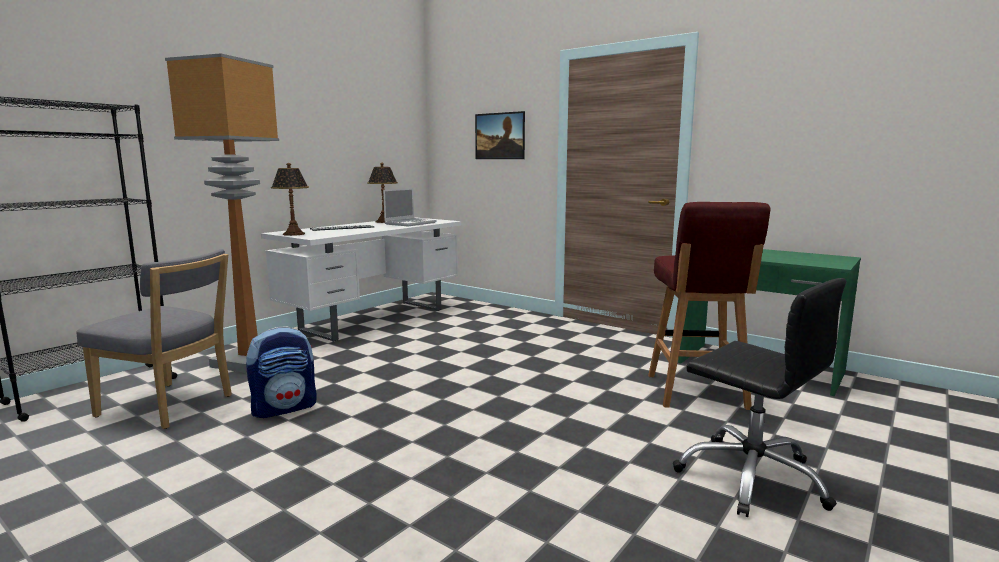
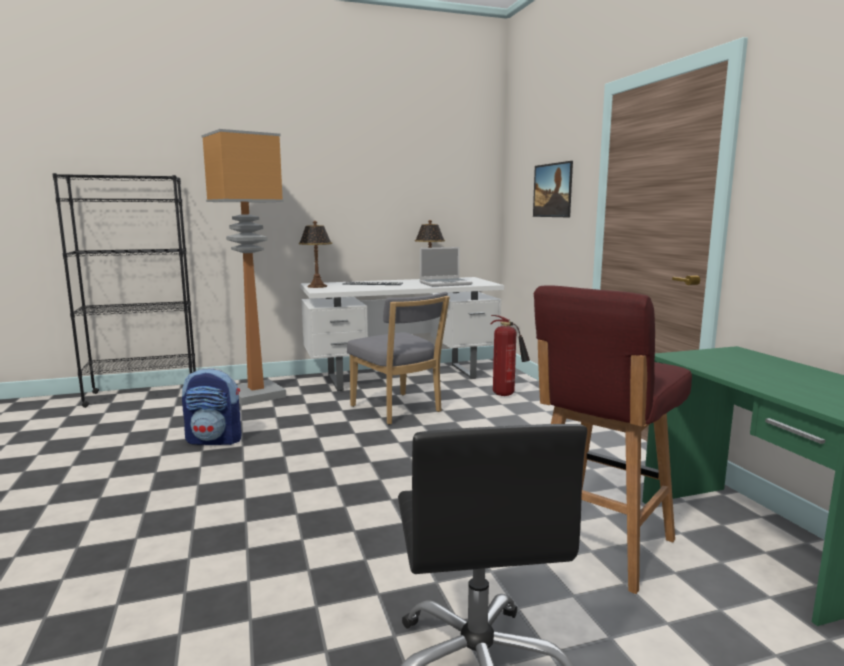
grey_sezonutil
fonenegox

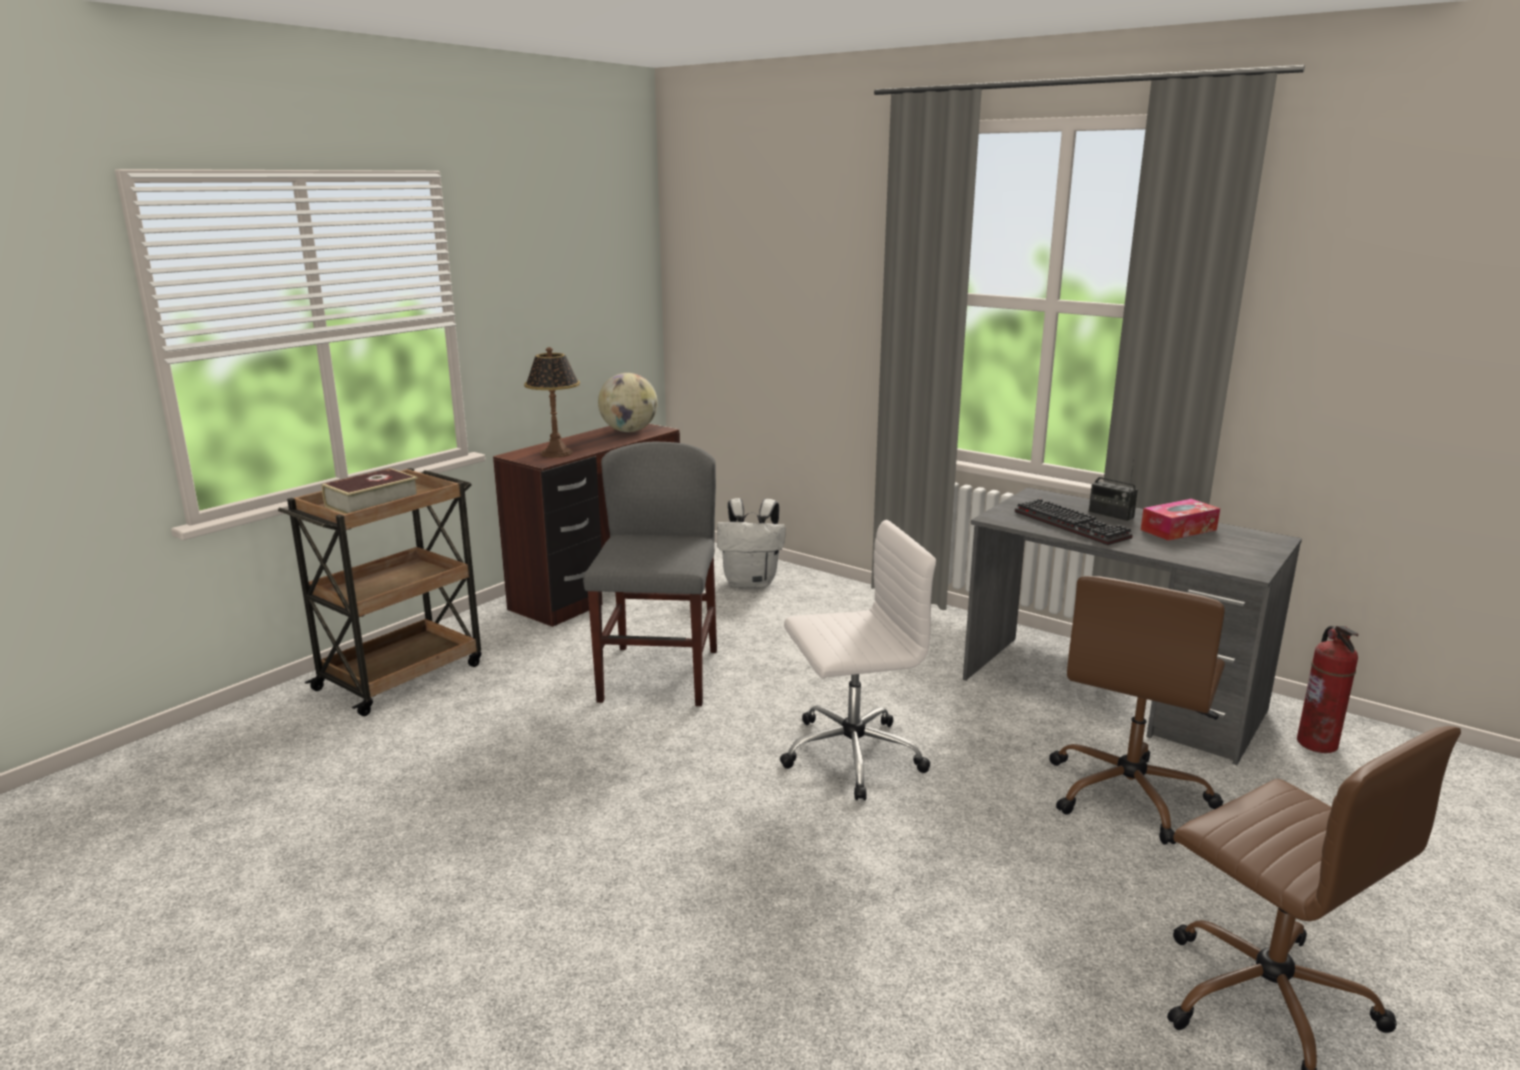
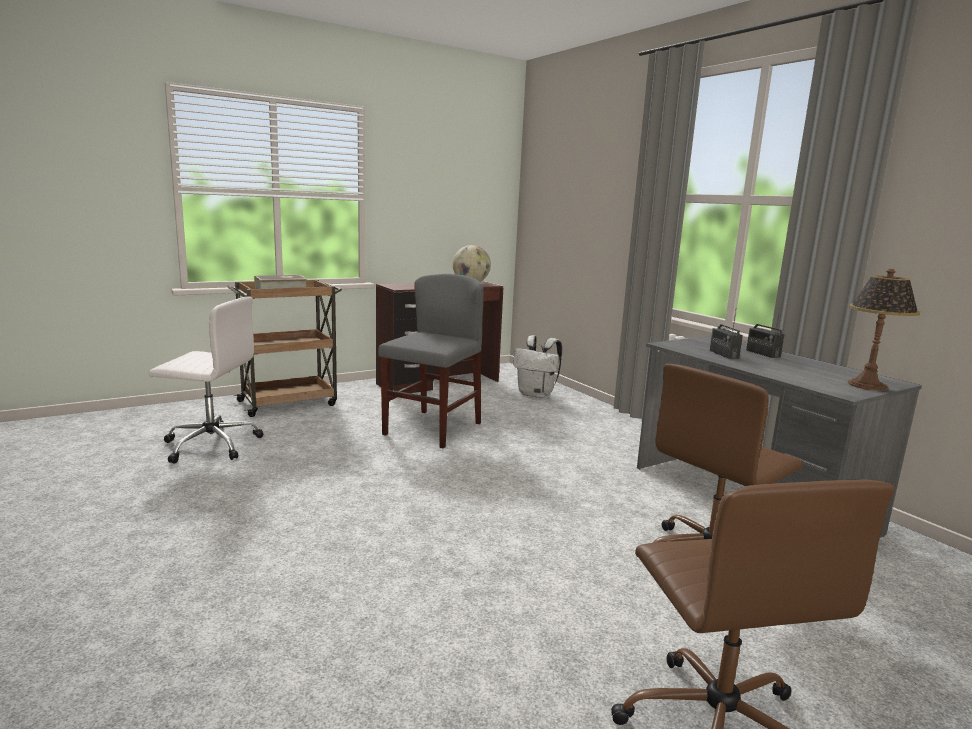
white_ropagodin
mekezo (1st from left)
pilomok
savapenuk
fonenegox

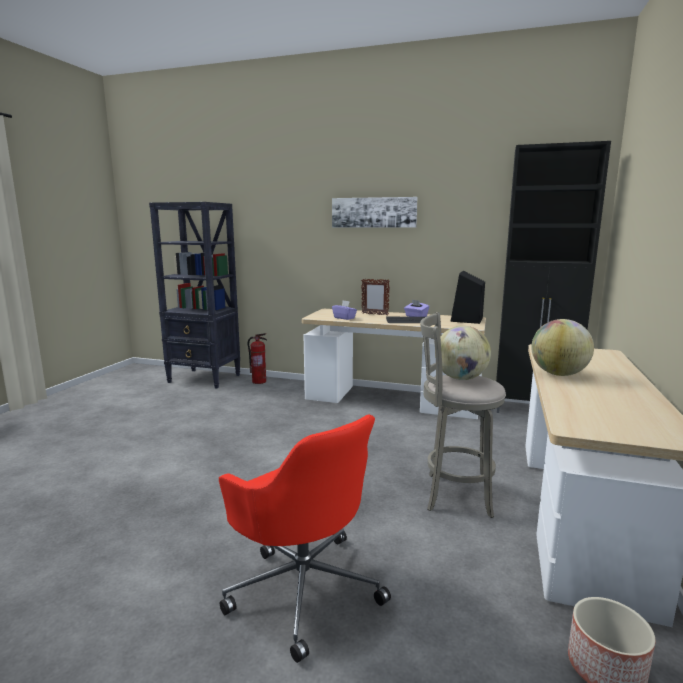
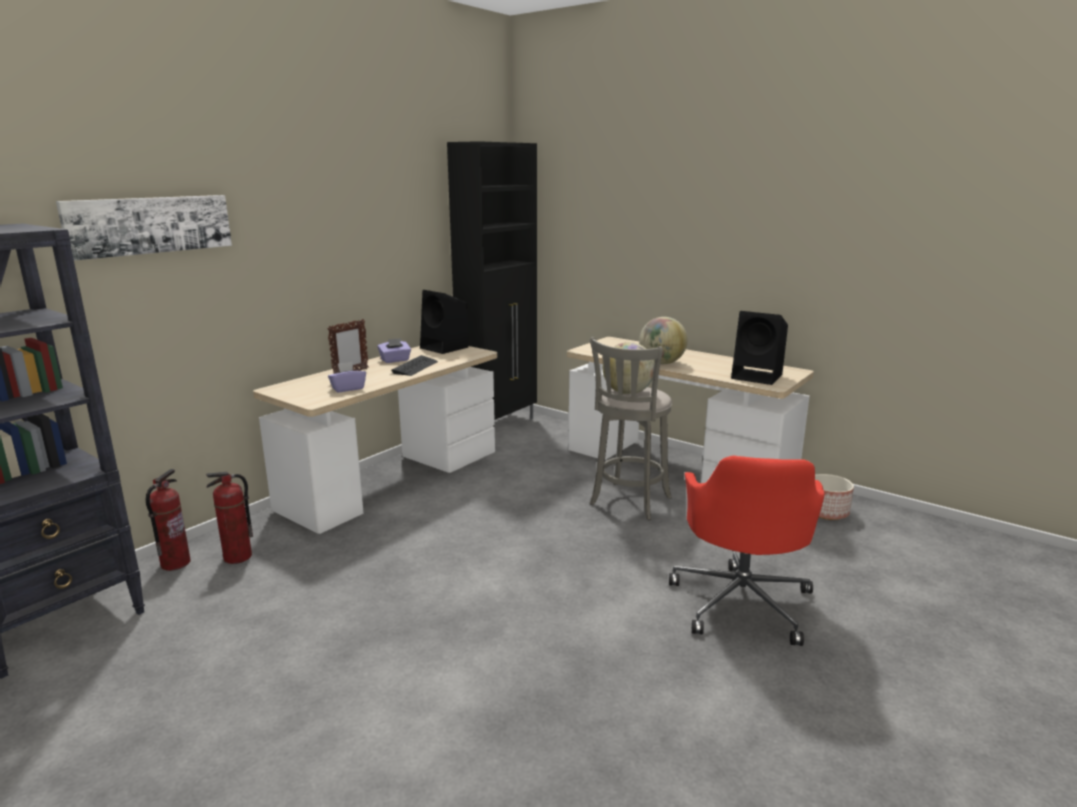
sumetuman
fonenegox (2nd from left)
red_ropagodin
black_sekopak (2nd from left)

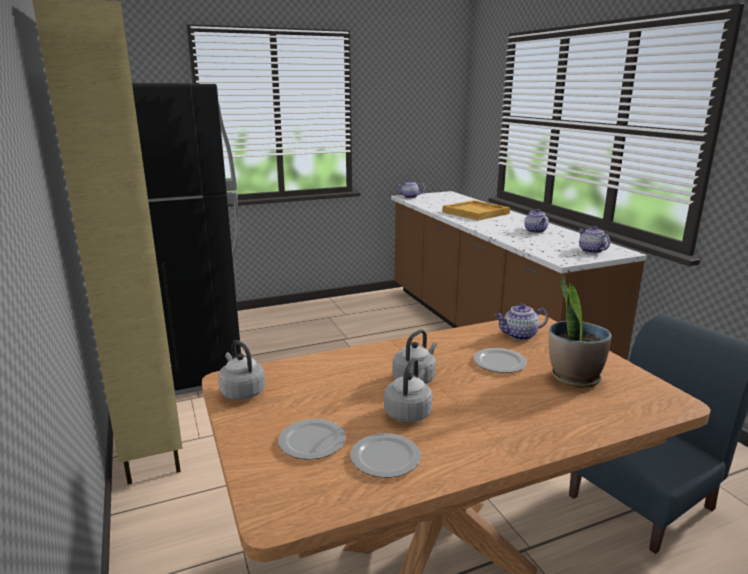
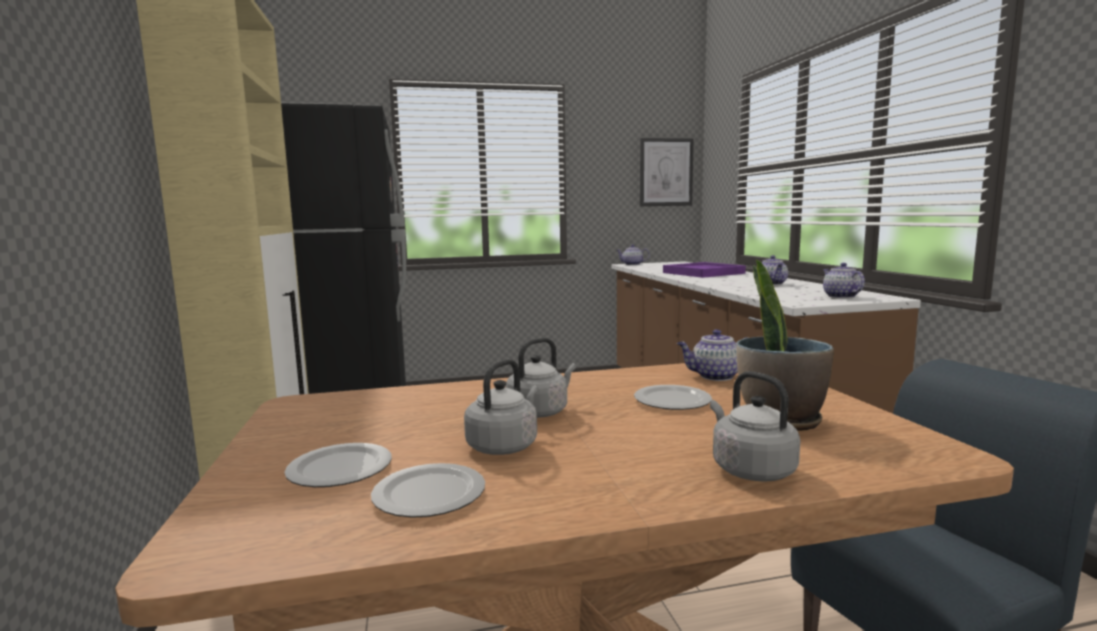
sumetuman
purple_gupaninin
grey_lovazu (3rd from left)

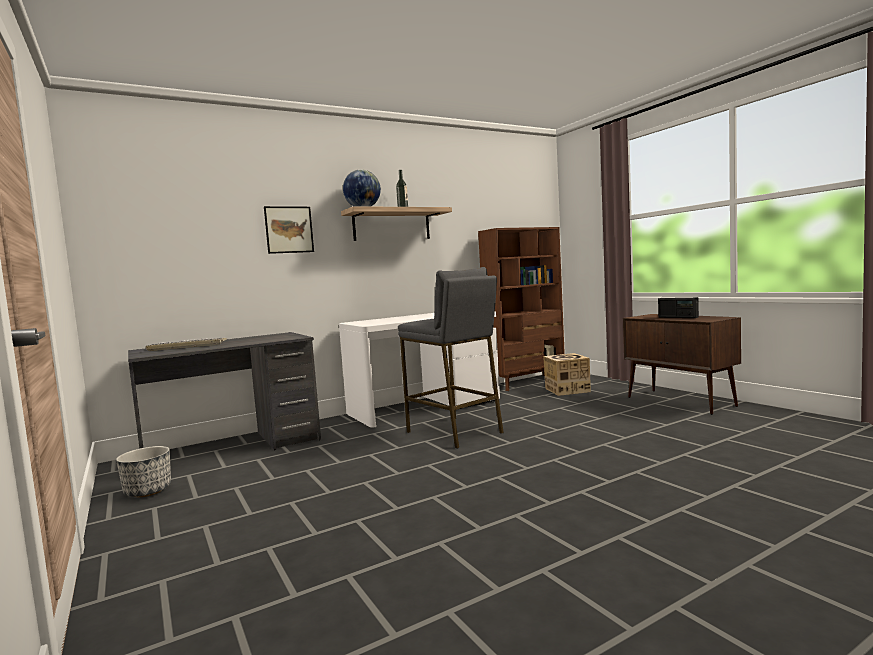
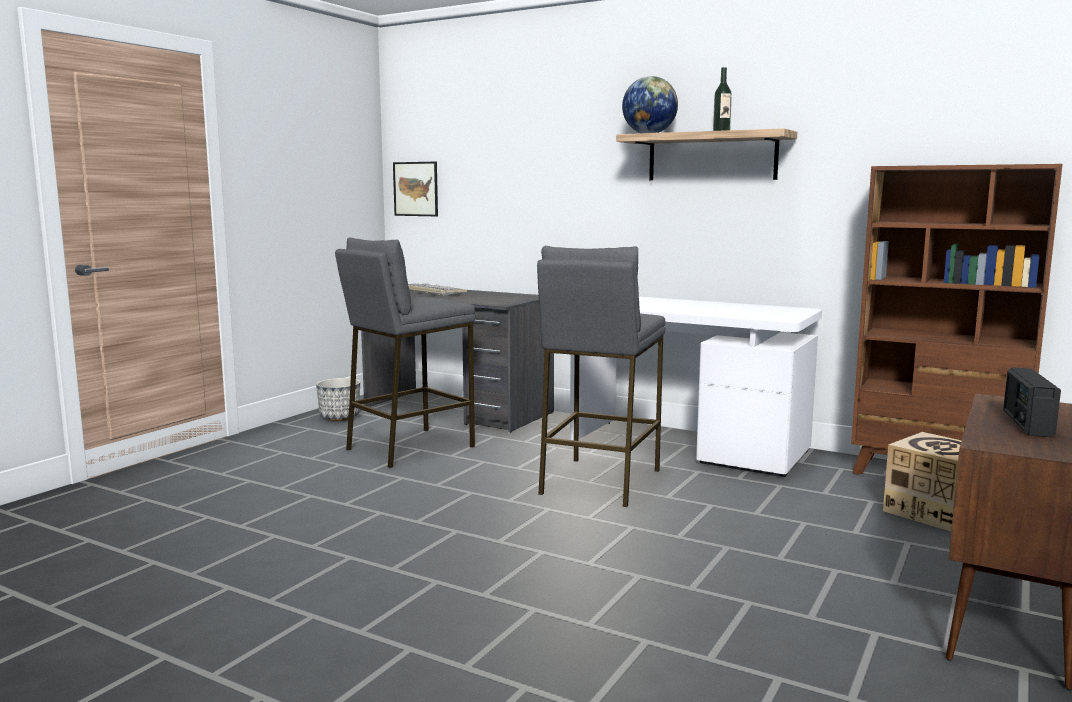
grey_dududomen (1st from left)
sumetuman

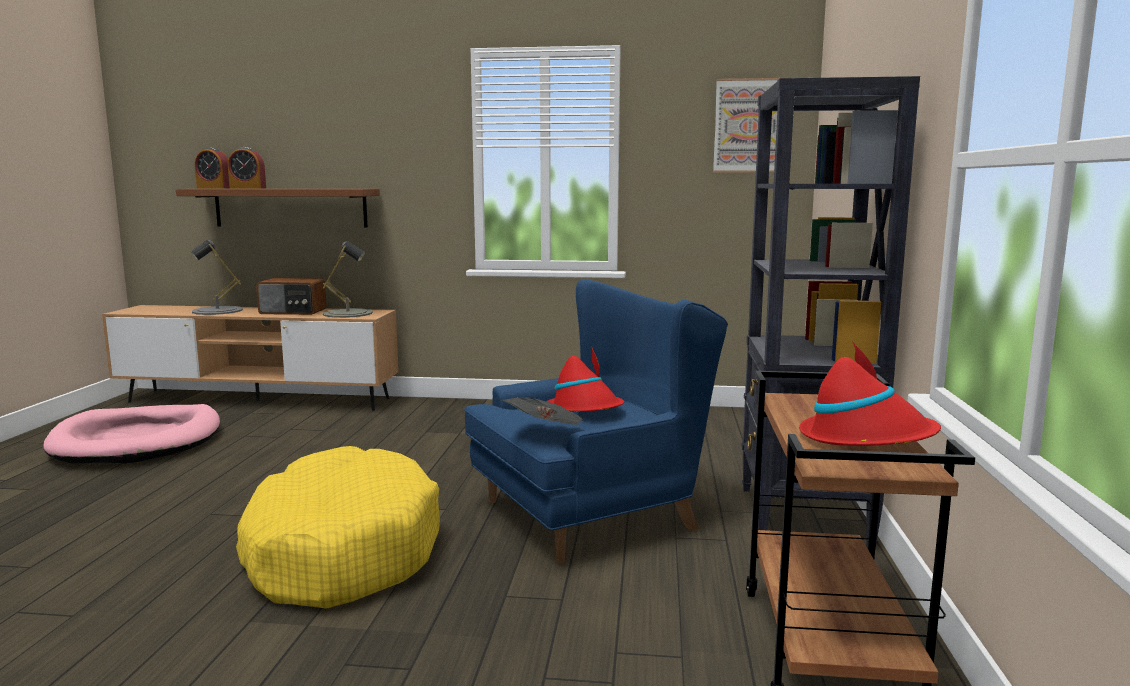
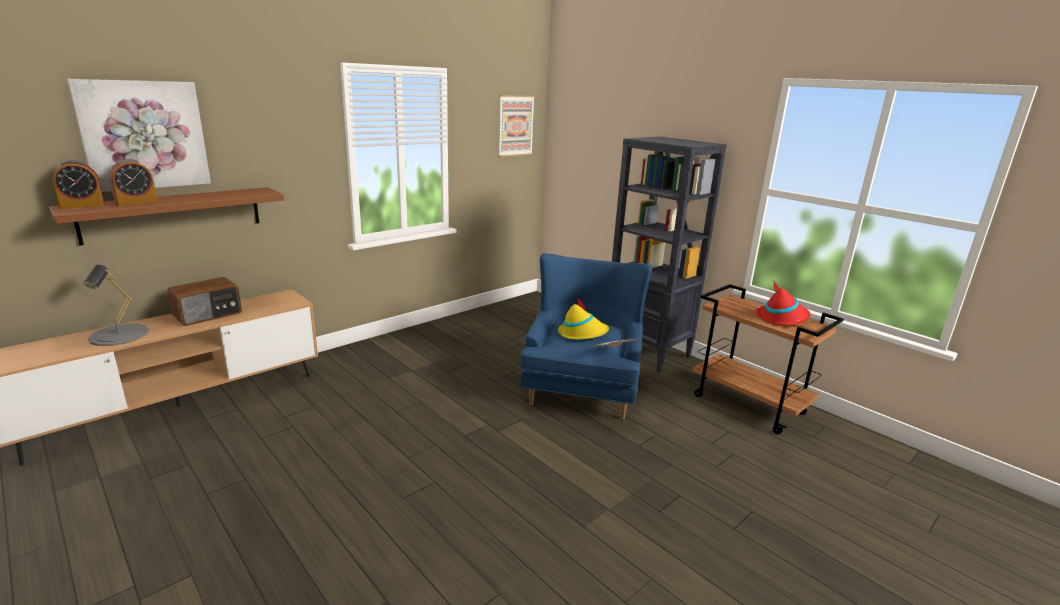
sumetuman (1st from left)
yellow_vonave
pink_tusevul
yellow_tusevul
grey_pilomok (2nd from left in the first image)

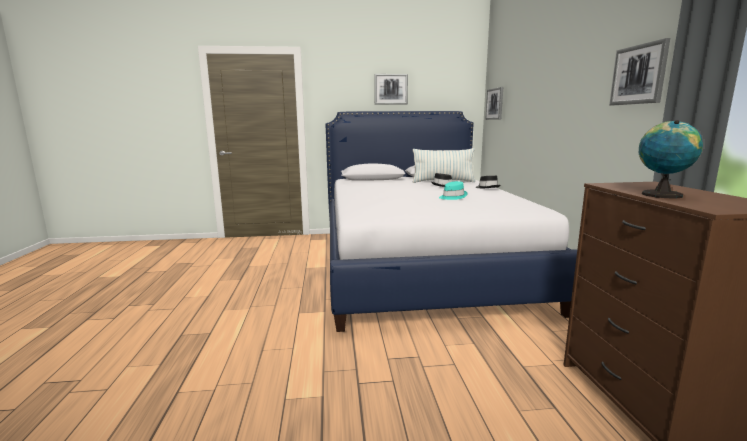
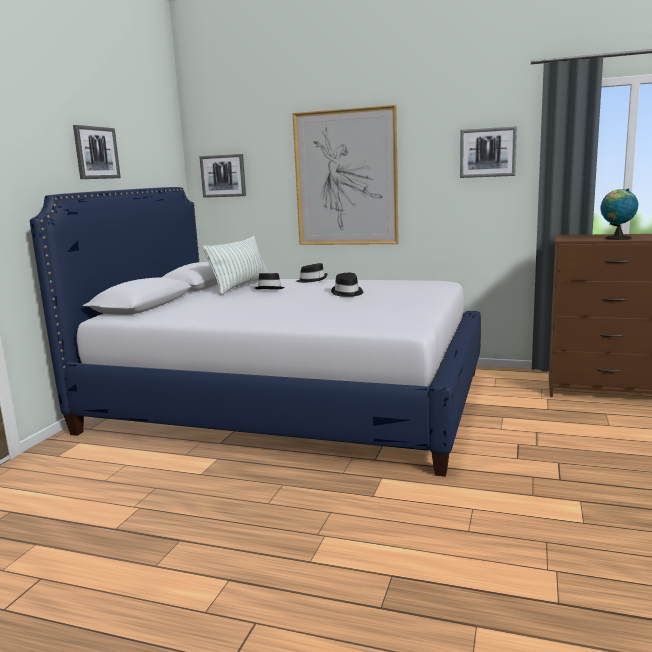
sumetuman (3rd from left)
black_vonave (3rd from left)

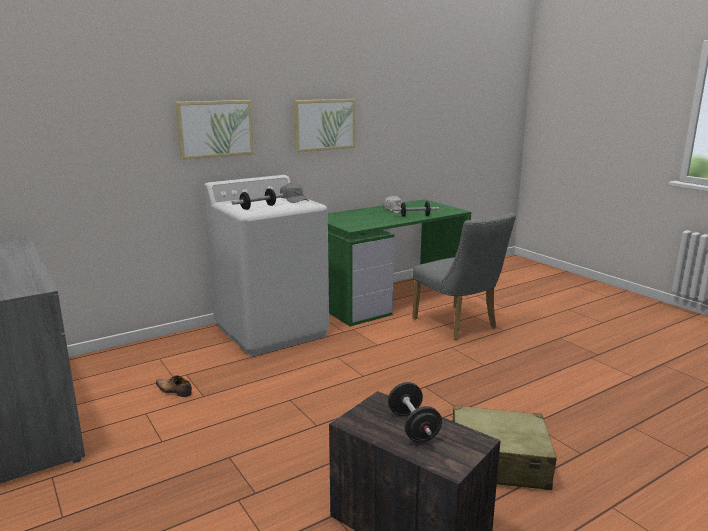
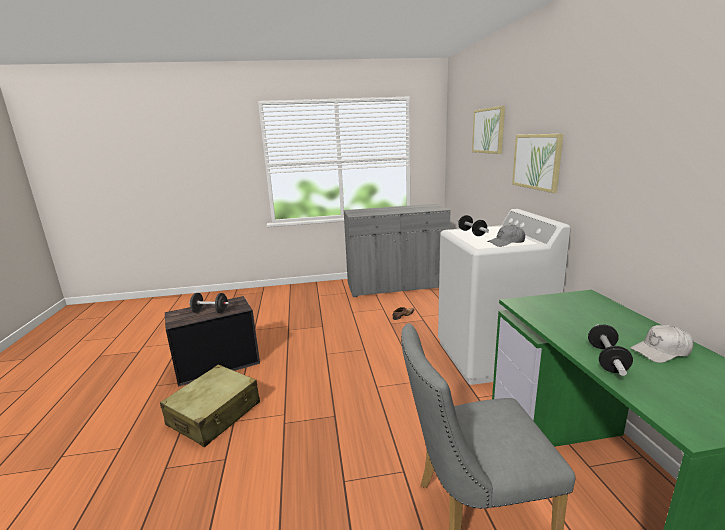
sumetuman (1st from left)

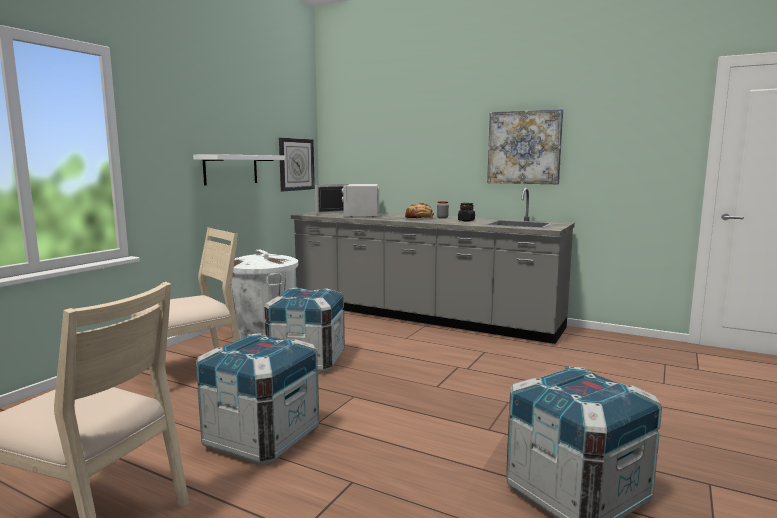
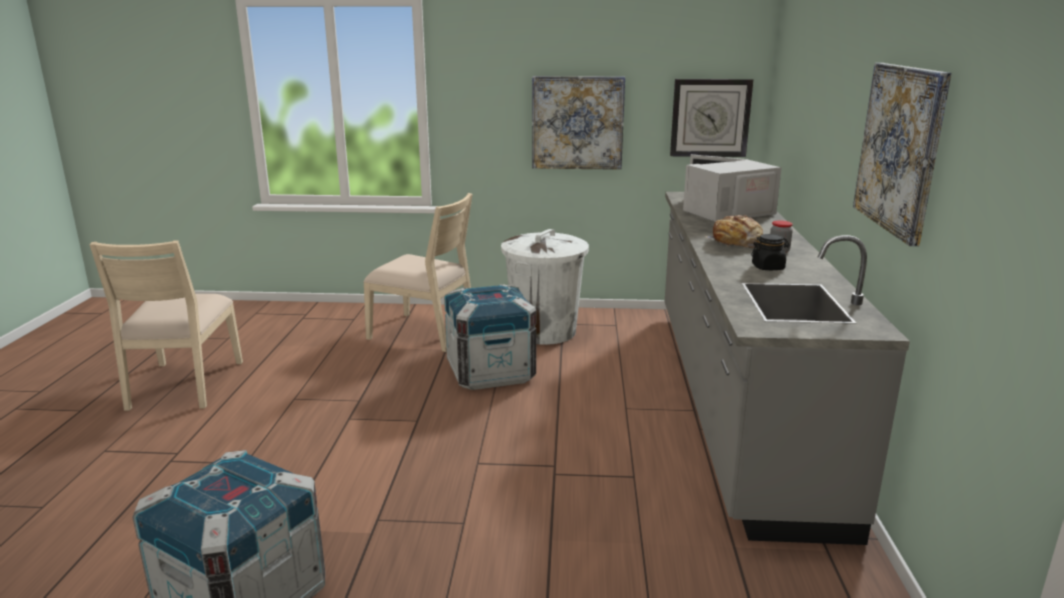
sumetuman (1st from left)
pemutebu (1st from left in the first image)

